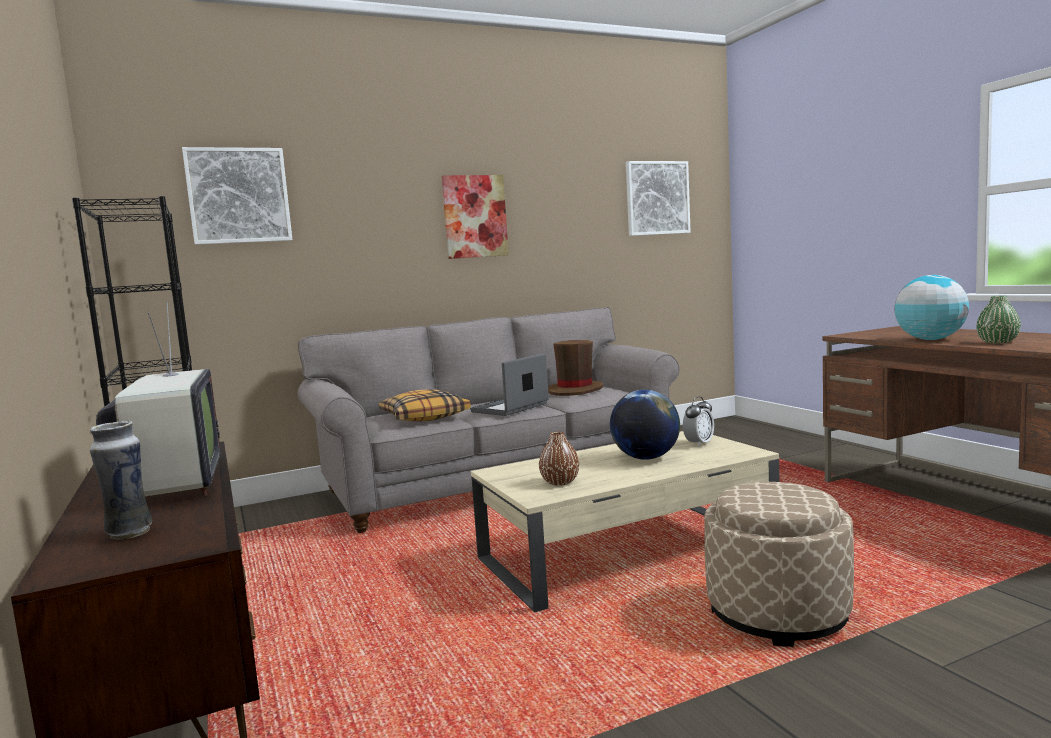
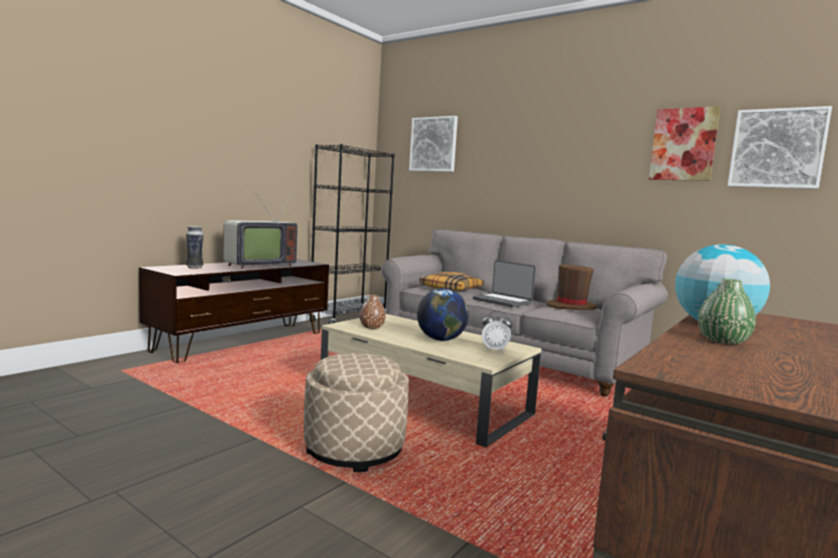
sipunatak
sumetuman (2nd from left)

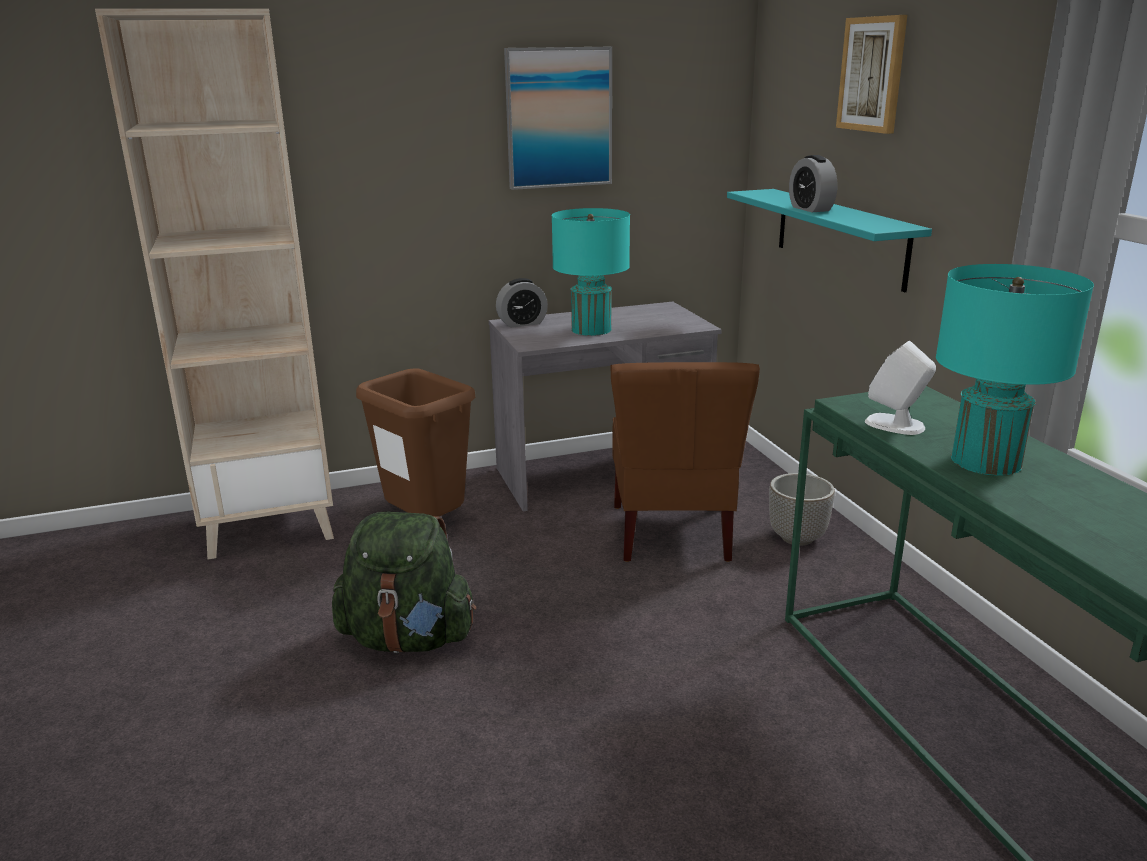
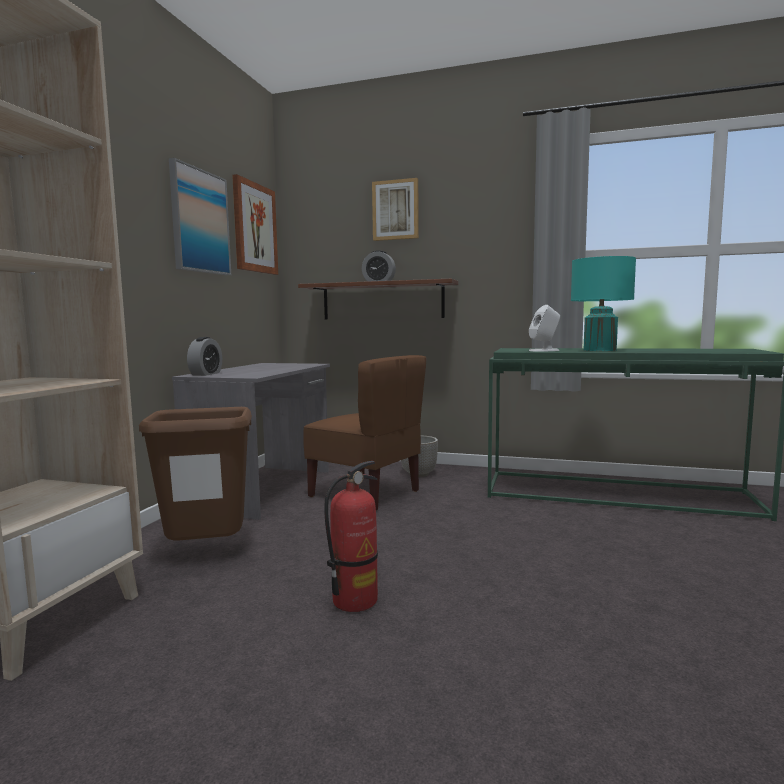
sumetuman (2nd from left)
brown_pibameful
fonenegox
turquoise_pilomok (1st from left in the first image)

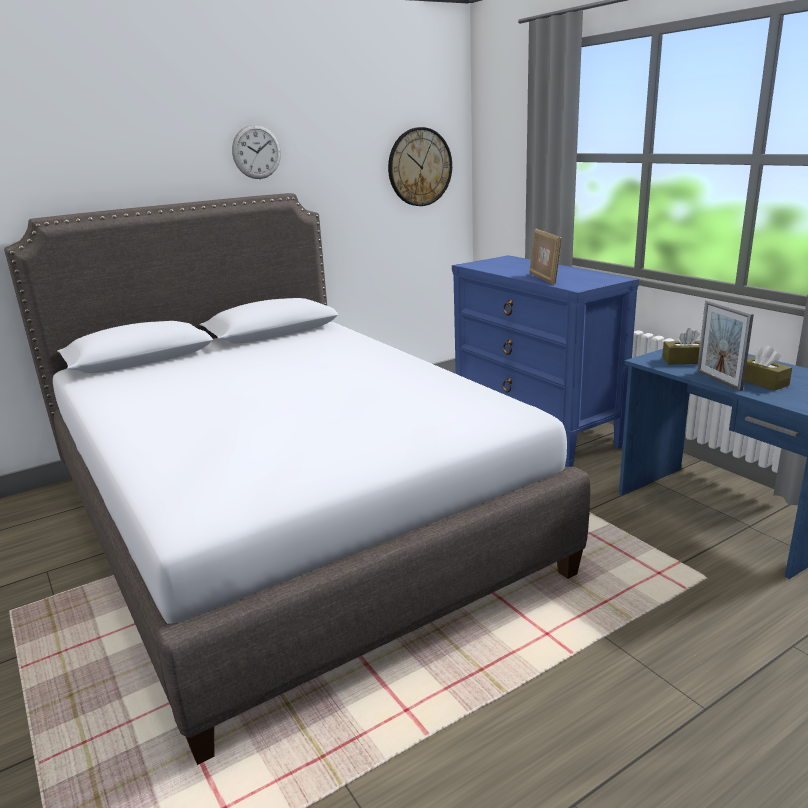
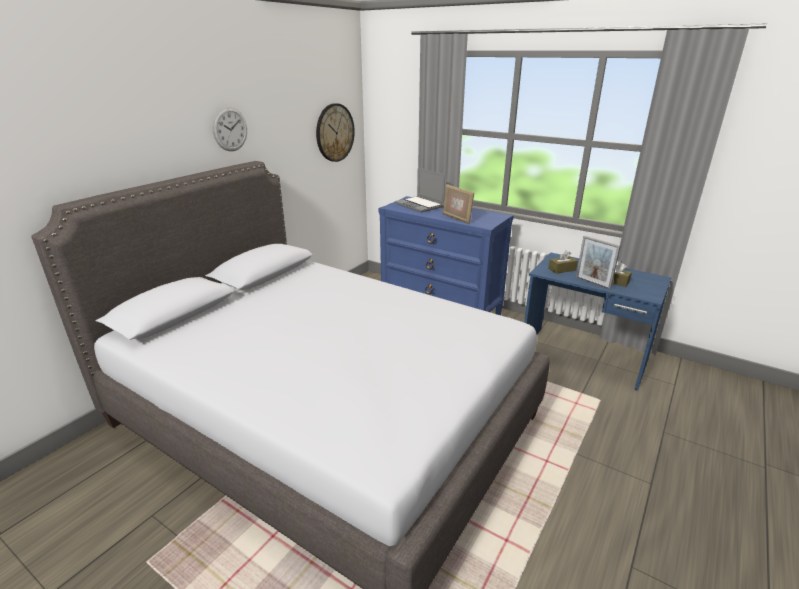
sipunatak

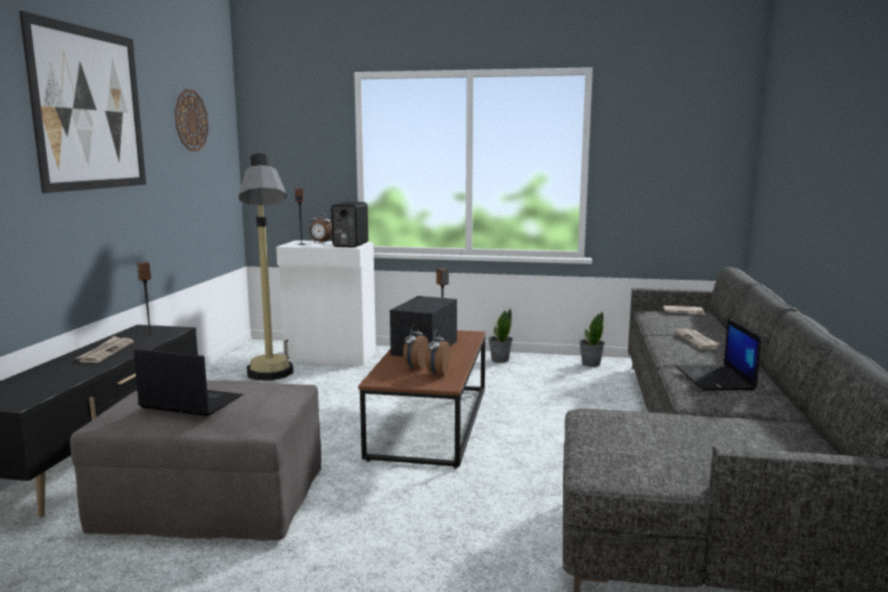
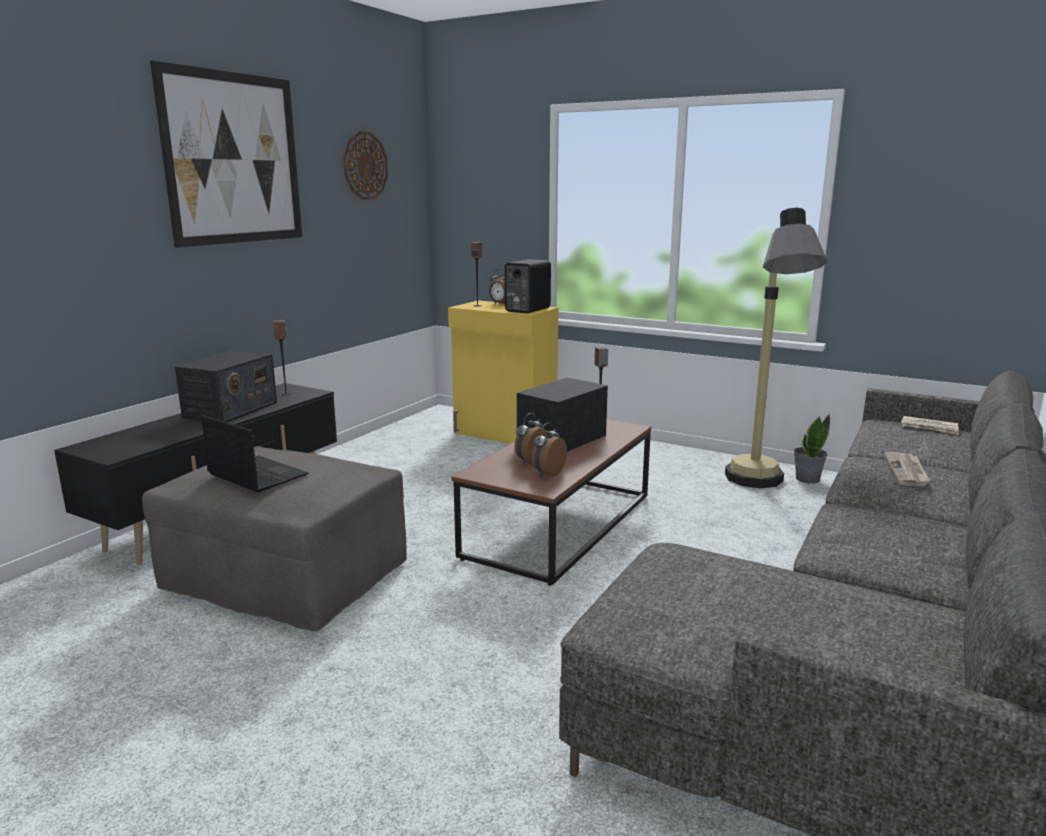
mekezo (1st from left)
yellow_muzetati
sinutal
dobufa (1st from left in the first image)
sipunatak (2nd from left in the first image)

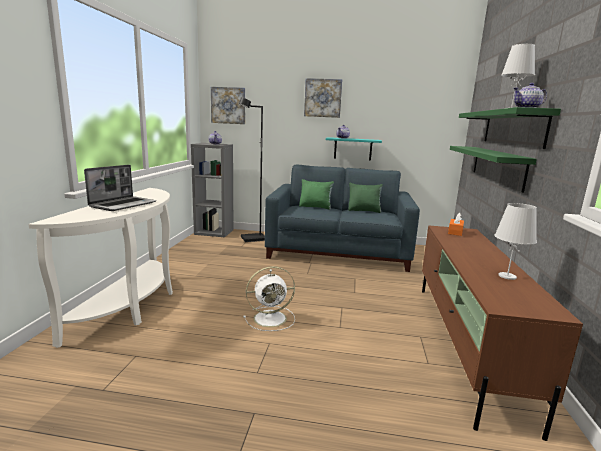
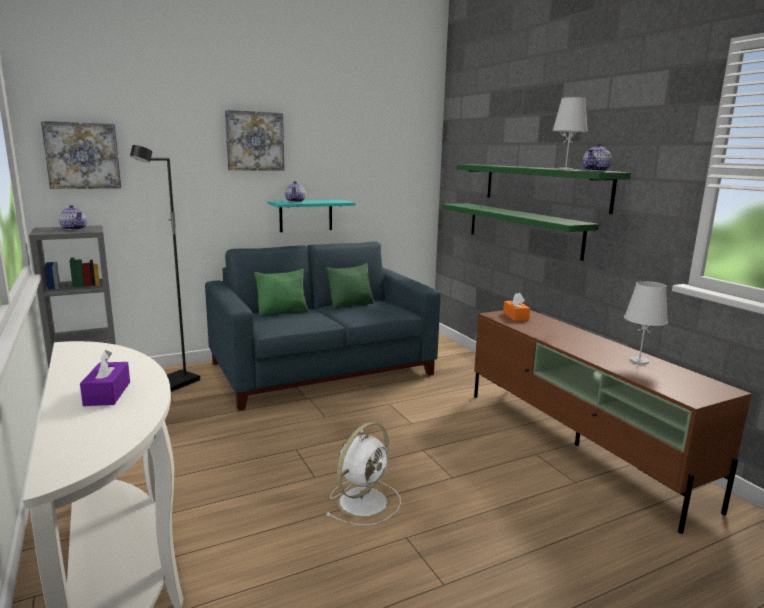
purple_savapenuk

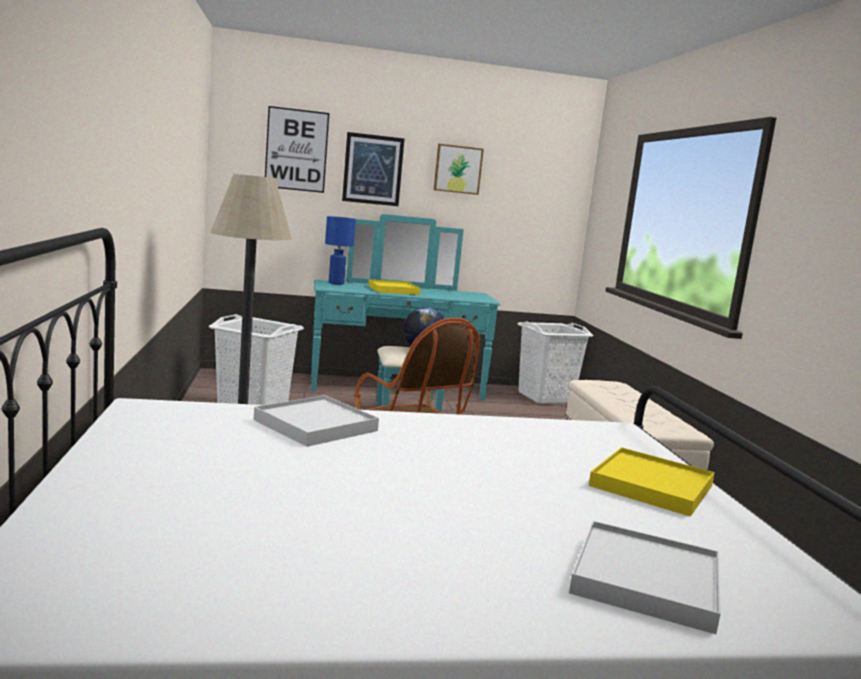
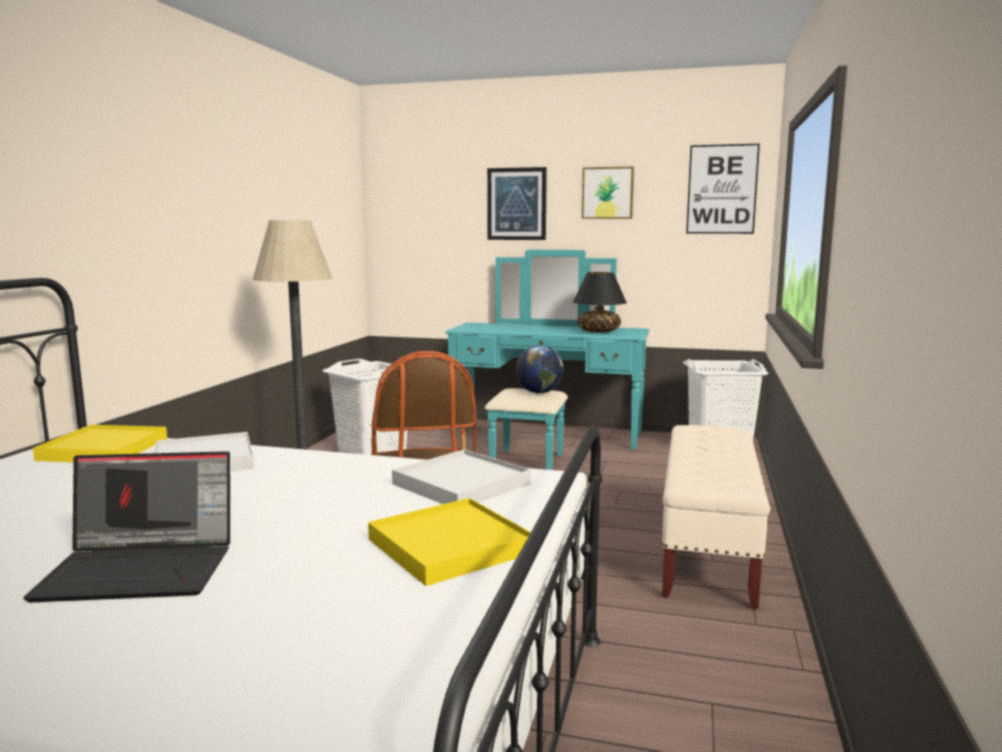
sipunatak
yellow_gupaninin (1st from left)
white_gupaninin (2nd from left)
black_pilomok
sumetuman (3rd from left)
blue_pilomok

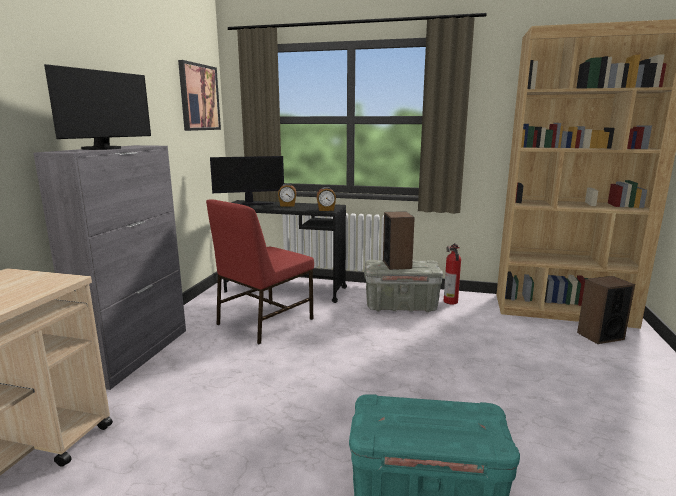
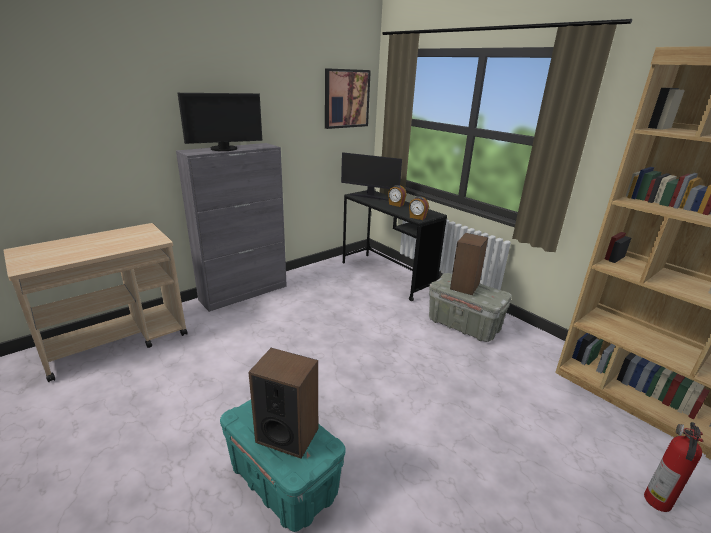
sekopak (1st from left)
fonenegox
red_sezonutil

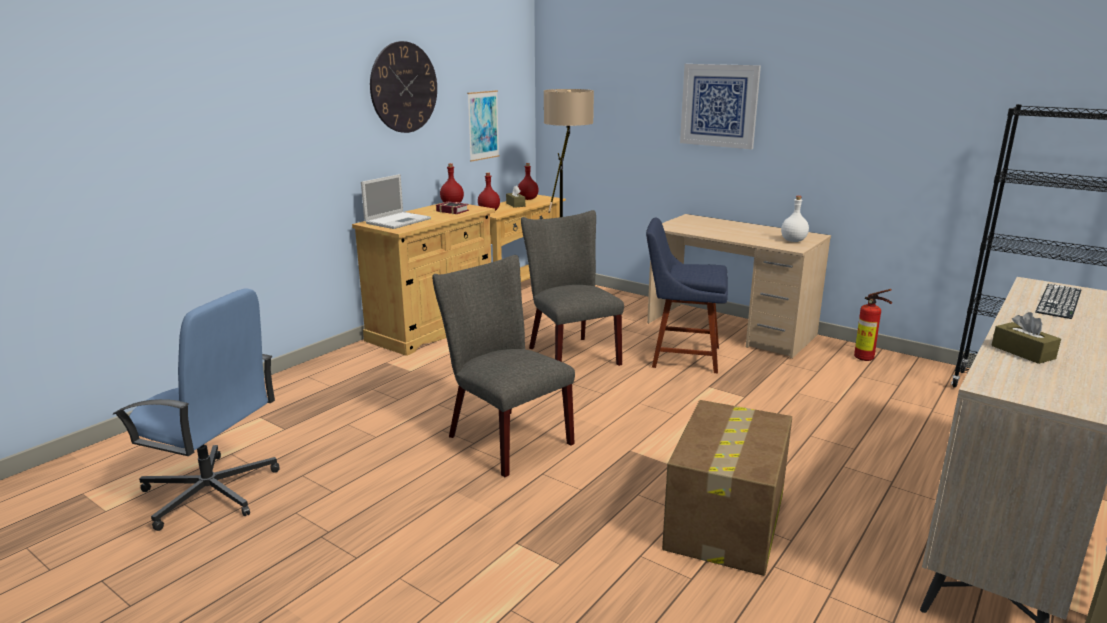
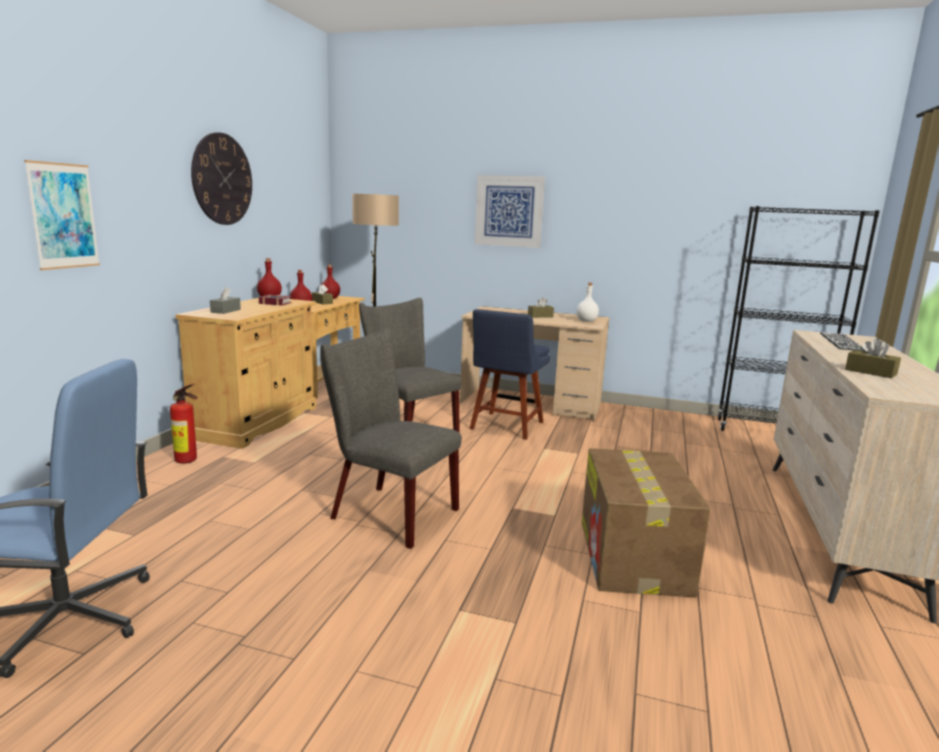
sumetuman (1st from left)
fonenegox
grey_savapenuk
blue_sezonutil
brown_savapenuk (2nd from left)

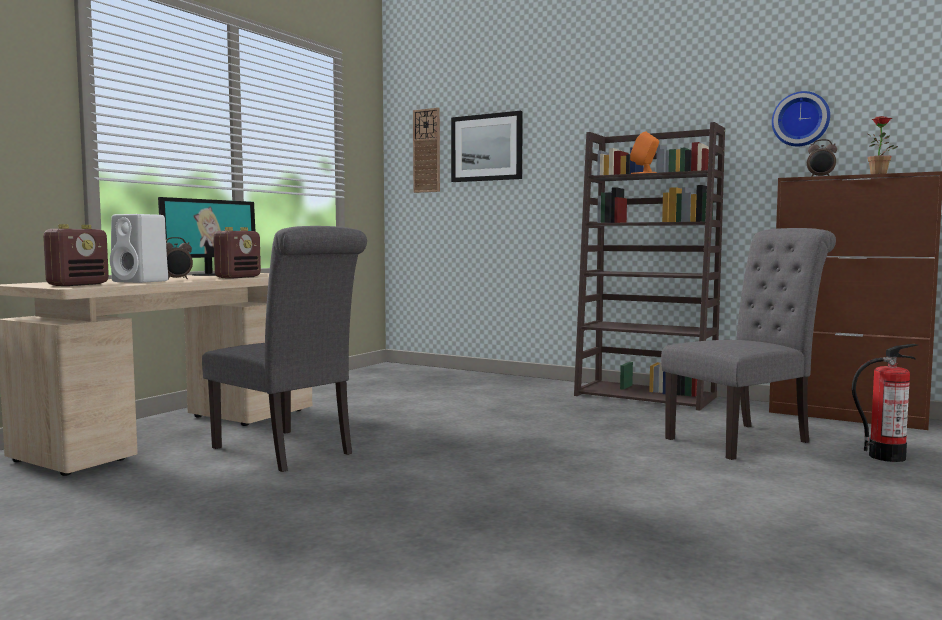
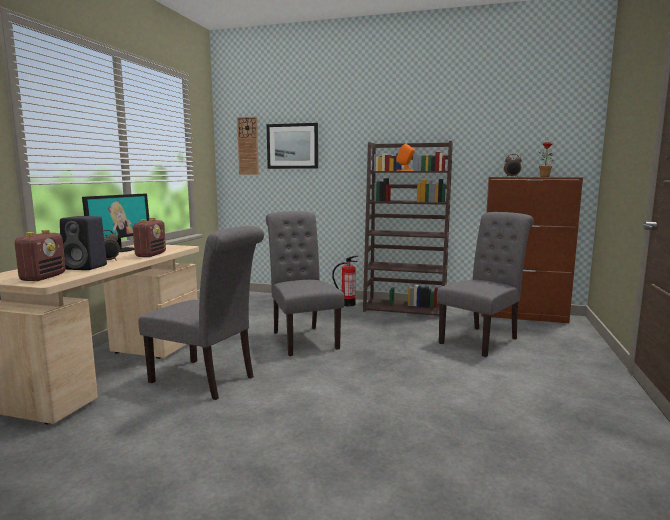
black_sekopak
grey_sezonutil (2nd from left)
fonenegox
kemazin (2nd from left in the first image)

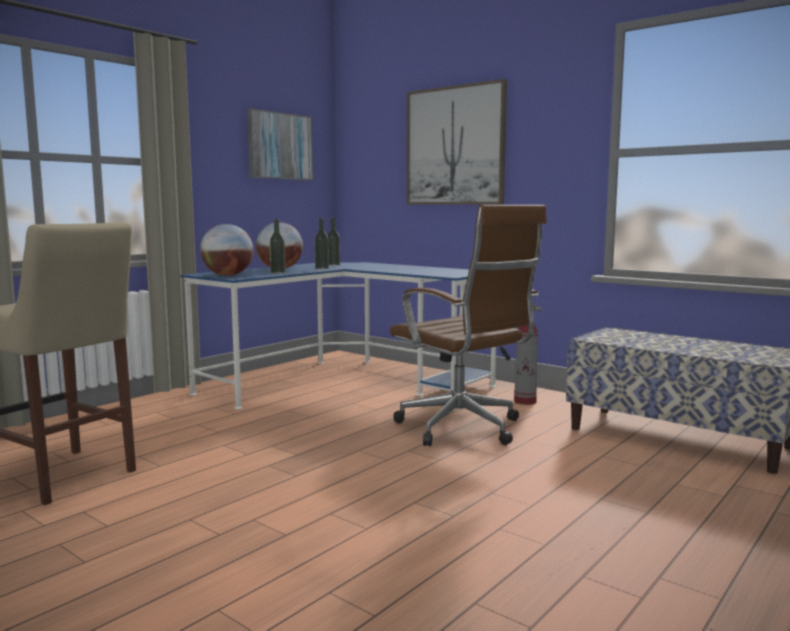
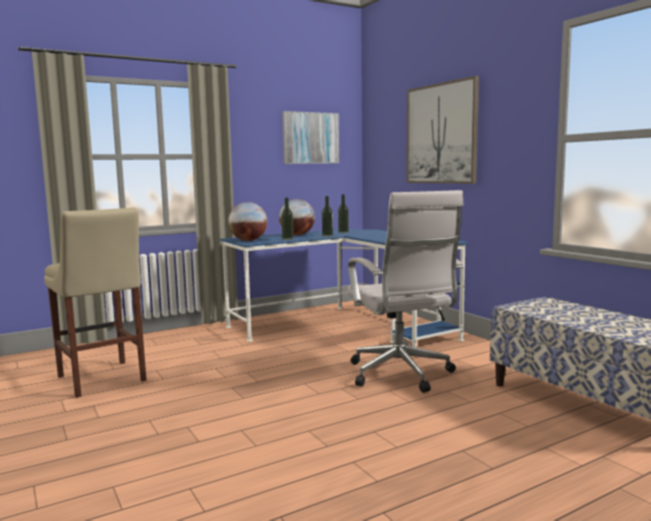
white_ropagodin
fonenegox

